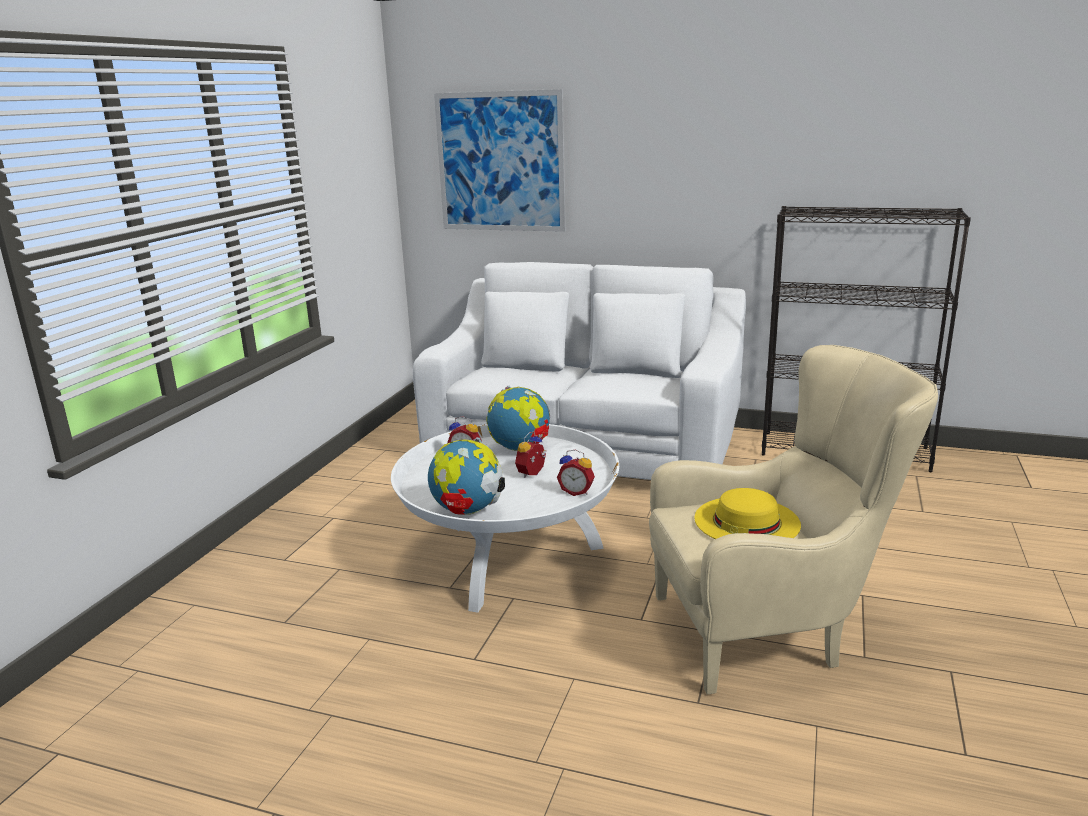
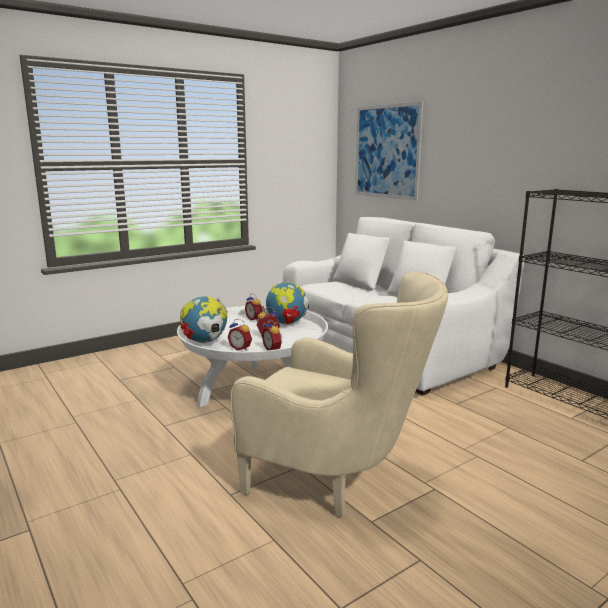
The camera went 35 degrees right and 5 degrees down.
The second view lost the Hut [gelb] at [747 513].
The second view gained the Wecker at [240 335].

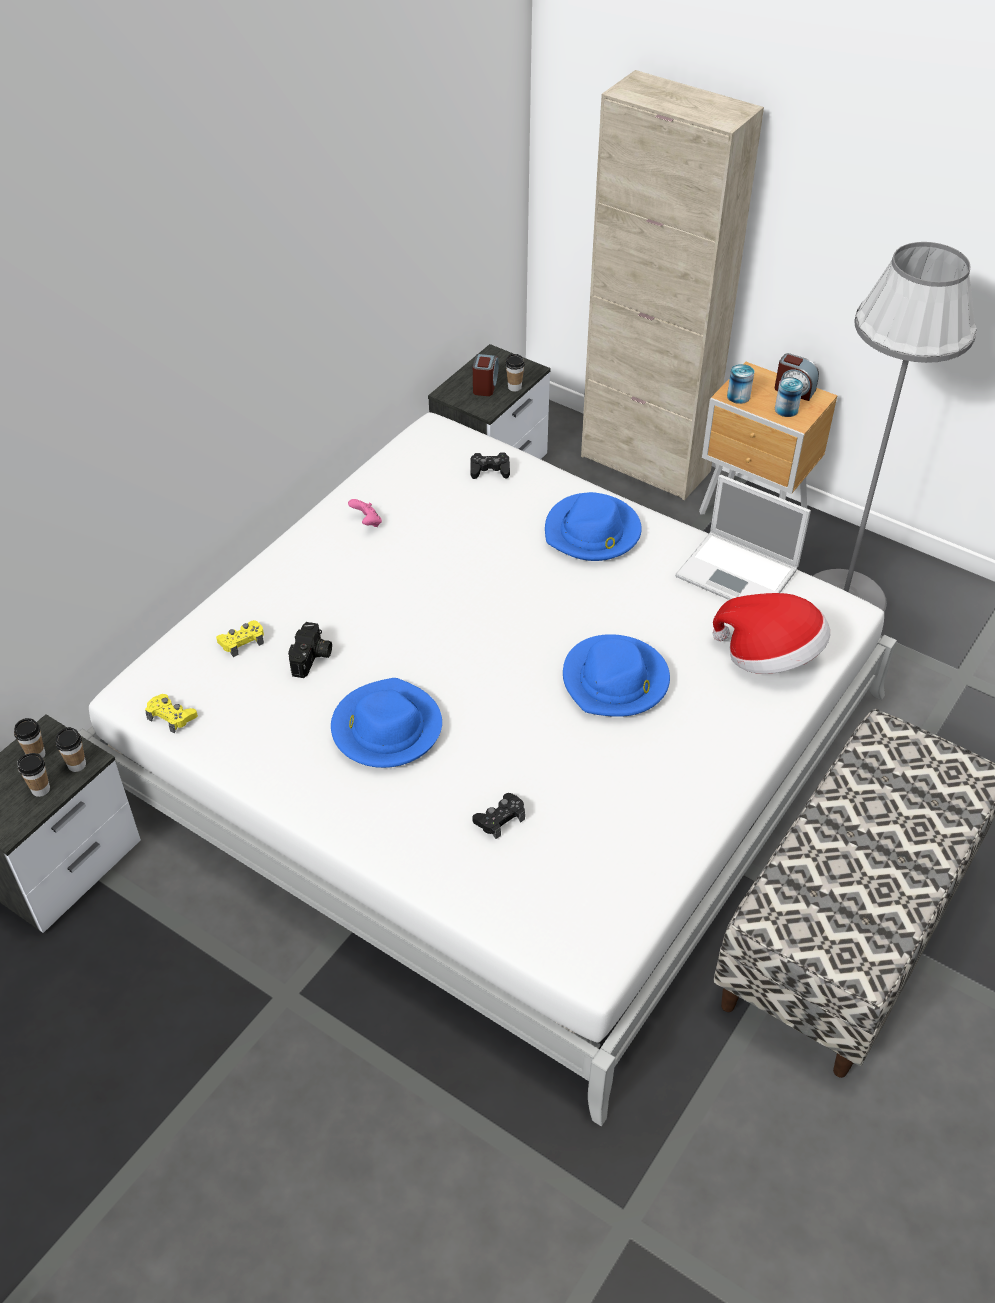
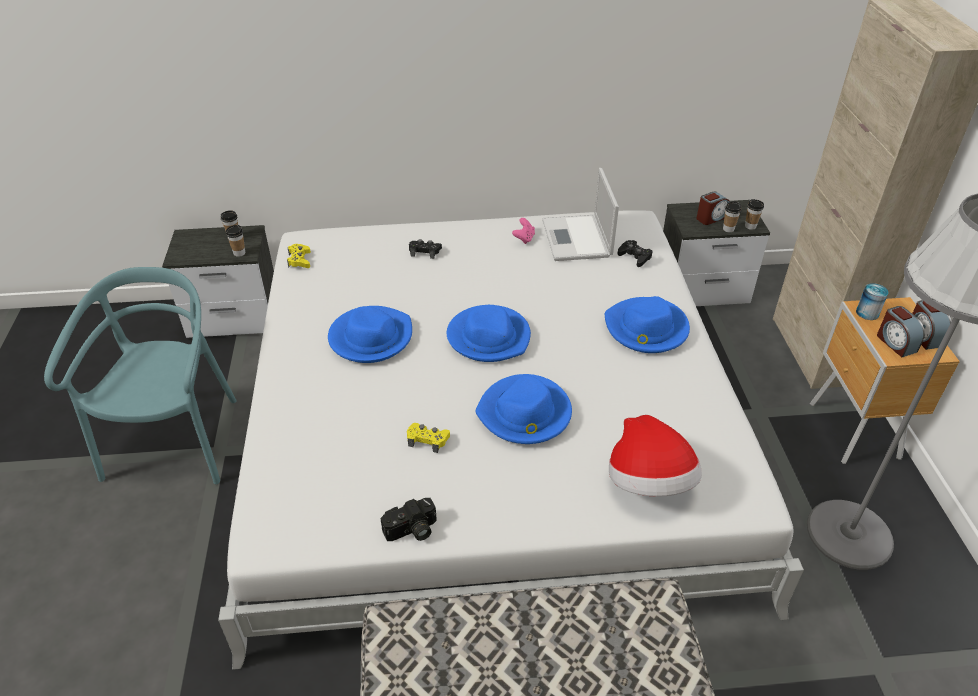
The camera went 50 degrees right and 5 degrees down.
The Tasse ended up elsewhere, having gone from [33 775] to [754 214].
The Gamepad [gelb] ended up elsewhere, having gone from [240 638] to [428 438].
The Kamera ended up elsewhere, having gone from [310 650] to [409 519].
The Gamepad [schwarz] ended up elsewhere, having gone from [498 816] to [425 249].
The Laptop ended up elsewhere, having gone from [743 537] to [580 214].
Where the Dose stood at [789 397], the Wecker came to stand at [901 331].
The second view gained the Stuhl [türkis] at [140 375].
The second view gained the Hut [blau] at [489 333].

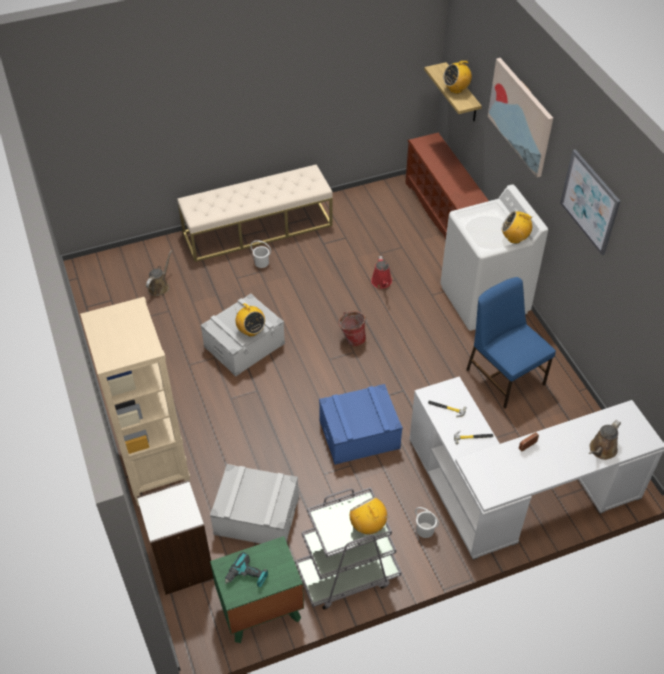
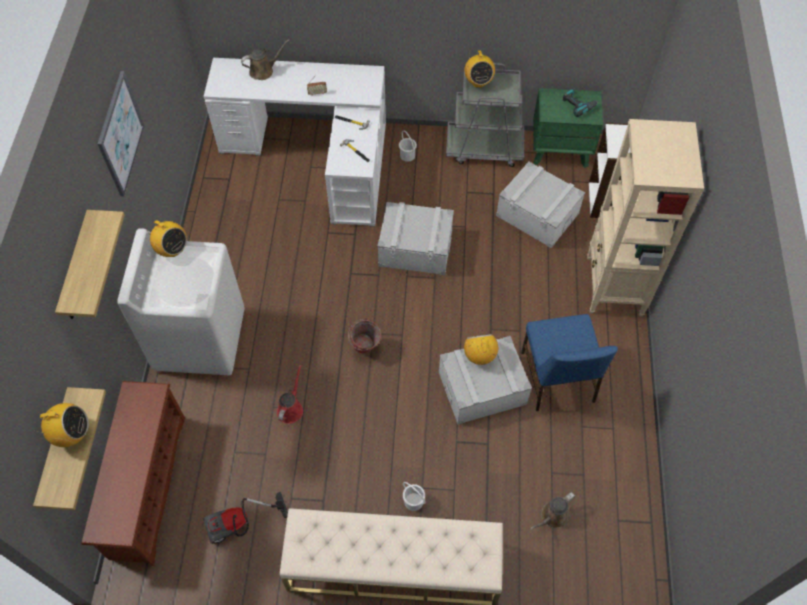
The camera went 155 degrees left and 10 degrees up.
What was the Aufbewahrungsbox [blau] at [361 424] turned into the Aufbewahrungsbox [grau] at [415 238].
The Stuhl [blau] ended up elsewhere, having gone from [511 343] to [569 362].
Where the Bild hung at [520 117], the Wandregal came to hang at [89 264].
The second view gained the Staubsauger at [245 517].

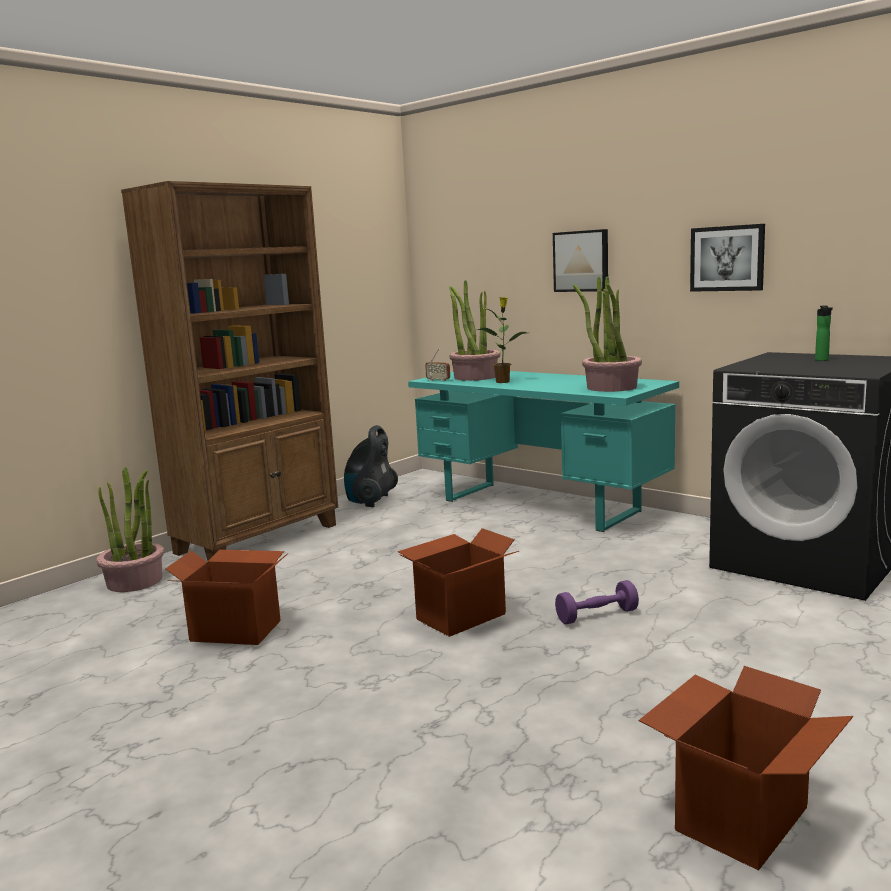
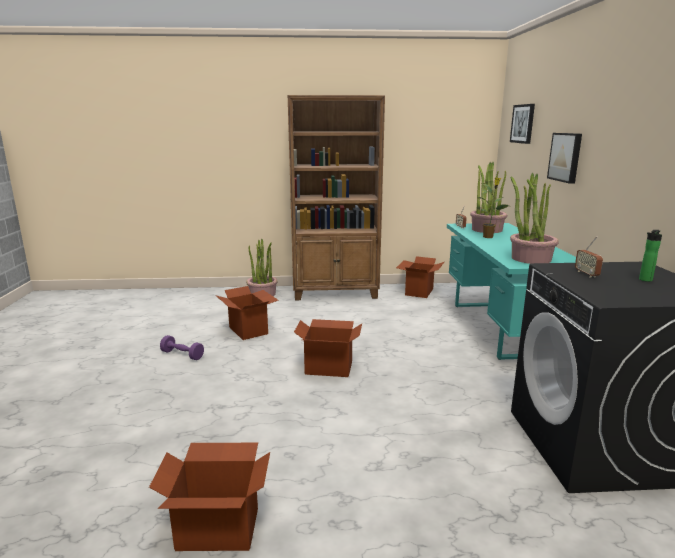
The camera went 45 degrees right and 5 degrees up.
Where the Staubsauger stood at [371 466], the Karton came to stand at [420 277].
The Hantel [lila] ended up elsewhere, having gone from [597 602] to [182 347].
The Bild ended up elsewhere, having gone from [727 258] to [522 124].
The second view gained the Radio at [589 257].

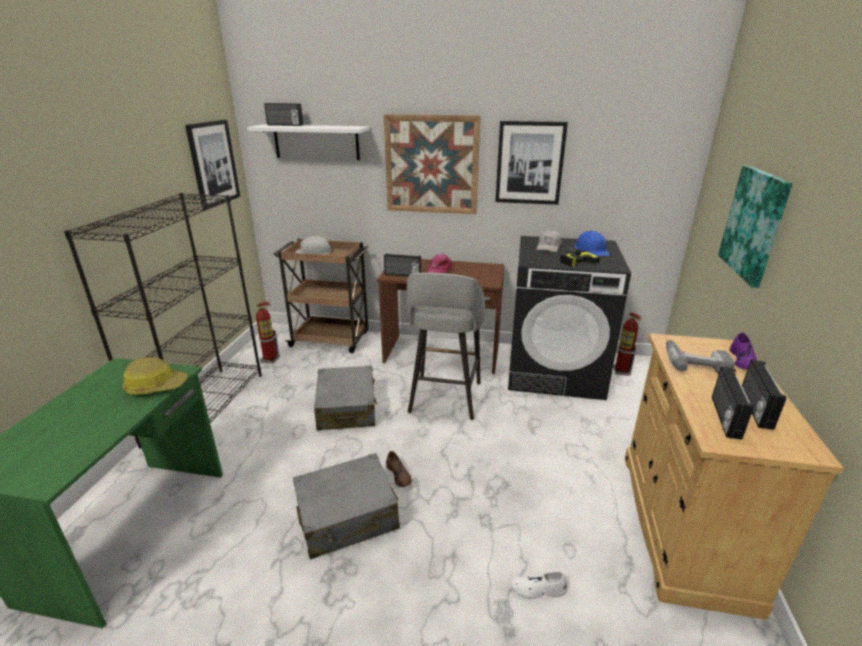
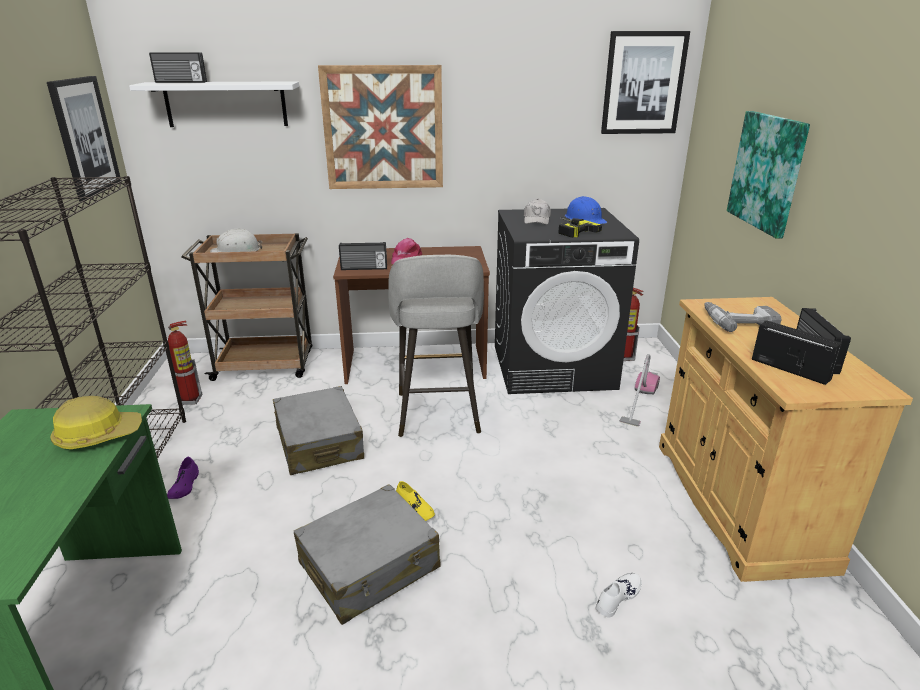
The camera went 15 degrees left and 0 degrees up.
What was the Schuh [braun] at [399 469] turned into the Schuh [gelb] at [415 501].
The Bild ended up elsewhere, having gone from [531 163] to [645 82].
The Schuh [weiß] at [538 585] ended up facing another way, 150 degrees clockwise from before.
The Radio at [733 403] ended up facing another way, 135 degrees clockwise from before.
The Schuh [lila] ended up elsewhere, having gone from [743 350] to [183 478].
The second view gained the Staubsauger at [640 390].

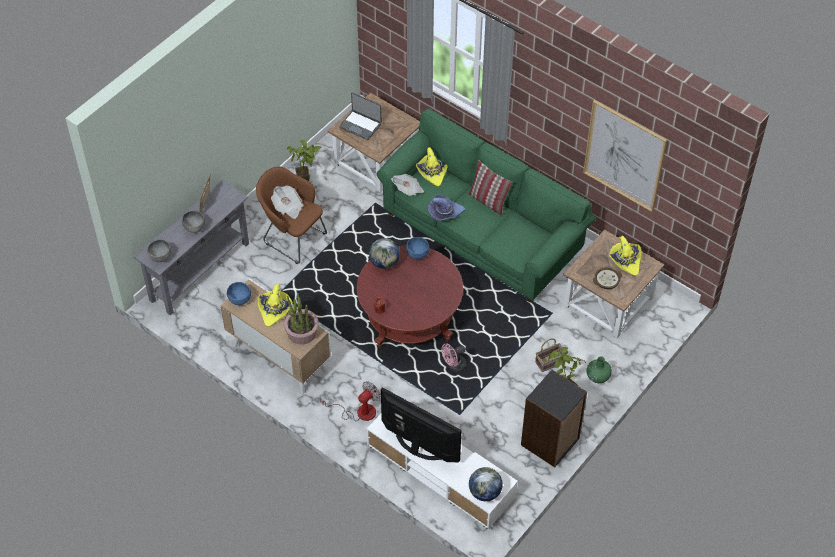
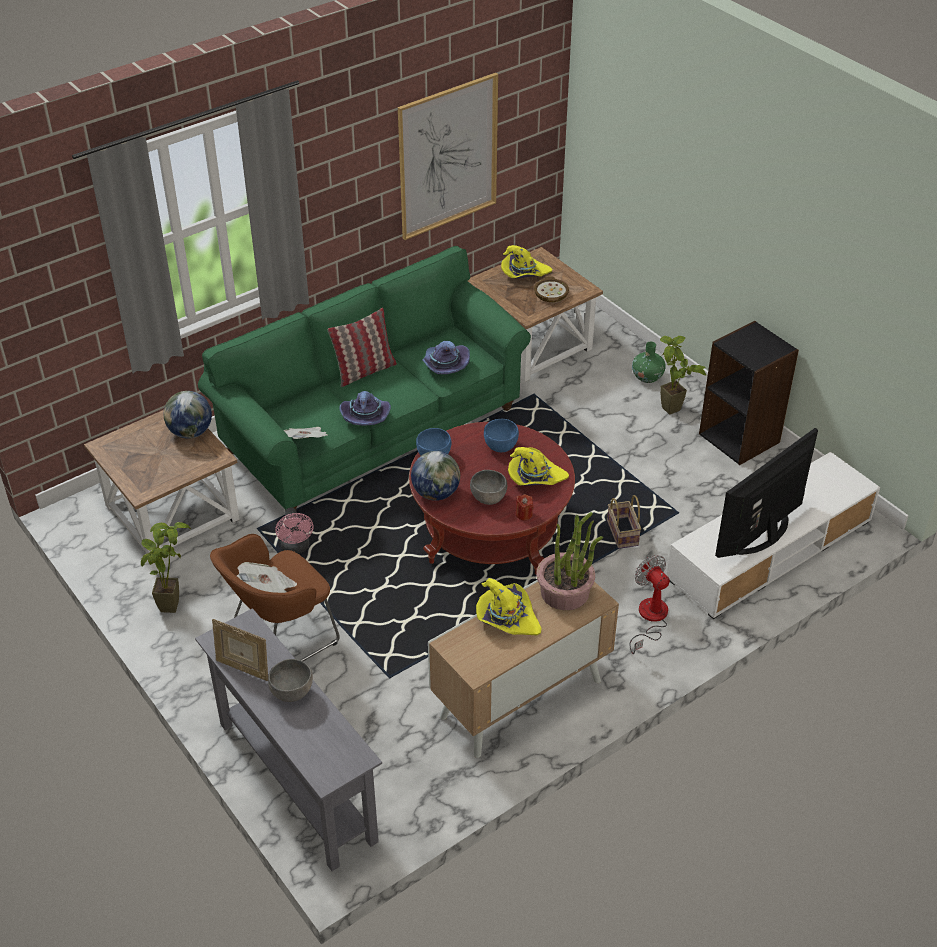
The camera went 75 degrees left and 10 degrees down.
The Schüssel [grau] ended up elsewhere, having gone from [159 250] to [488 487].
The Schüssel [blau] ended up elsewhere, having gone from [239 293] to [501 435].
The second view lost the Laptop at [360 116].
The Hut [gelb] ended up elsewhere, having gone from [432 167] to [538 466].
The Ventilator [rosa] ended up elsewhere, having gone from [454 358] to [294 530].
The Globus ended up elsewhere, having gone from [486 484] to [187 415].
The Korb ended up elsewhere, having gone from [549 355] to [624 522].
The second view gained the Hut [lila] at [446 357].

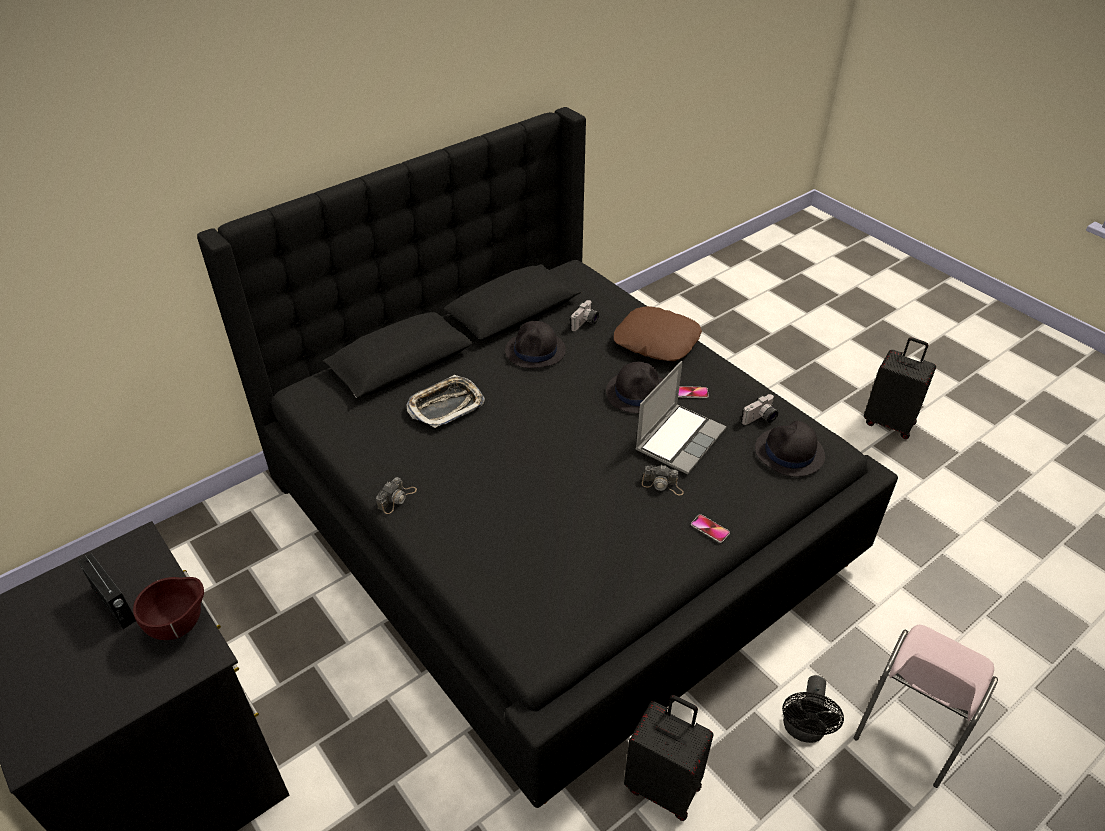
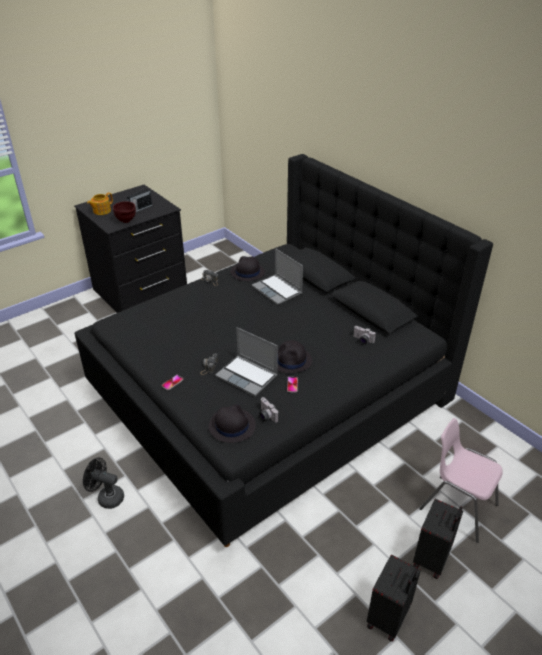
The camera went 90 degrees right and 5 degrees down.
Where the Tablett stood at [446 401], the Laptop came to stand at [277 276].
The Hut [schwarz] ended up elsewhere, having gone from [535 344] to [247 268].
The second view lost the Kissen [braun] at [658 333].
The Koffer [schwarz] ended up elsewhere, having gone from [669 758] to [438 539].
The Stuhl [rosa] ended up elsewhere, having gone from [926 706] to [461 480].
The second view gained the Teekanne at [100 203].

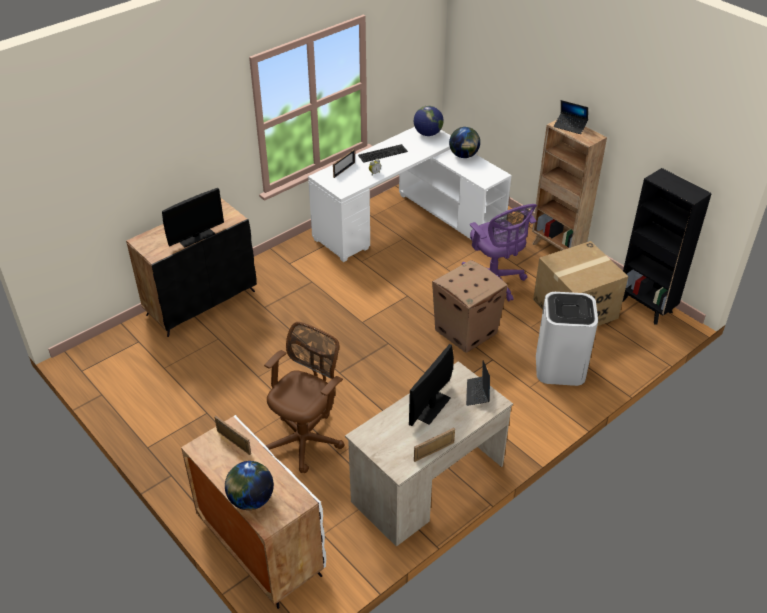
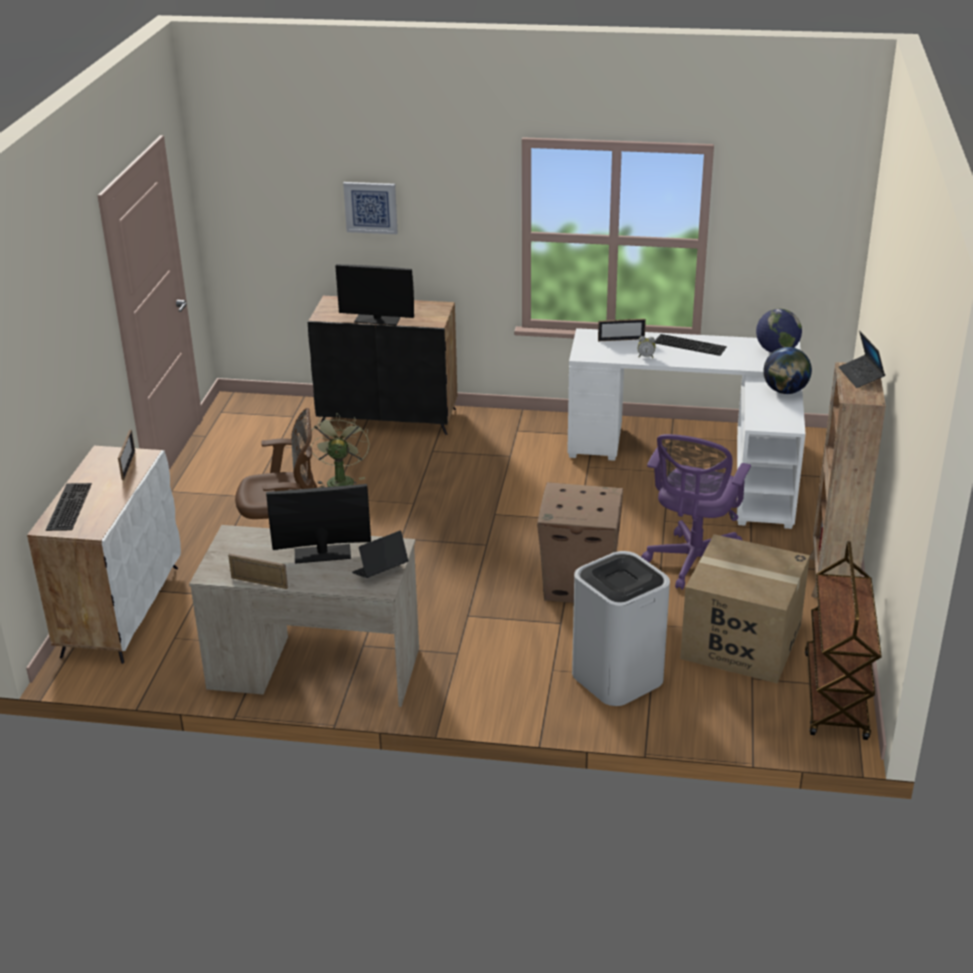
The camera went 50 degrees right and 10 degrees down.
Where the Globus stood at [249 485], the Tastatur came to stand at [69 507].
Where the Bücherregal [schwarz] stood at [667 246], the Rollwagen [braun] came to stand at [843 640].
The second view gained the Ventilator [grün] at [340 450].
The second view gained the Bild at [370 208].

